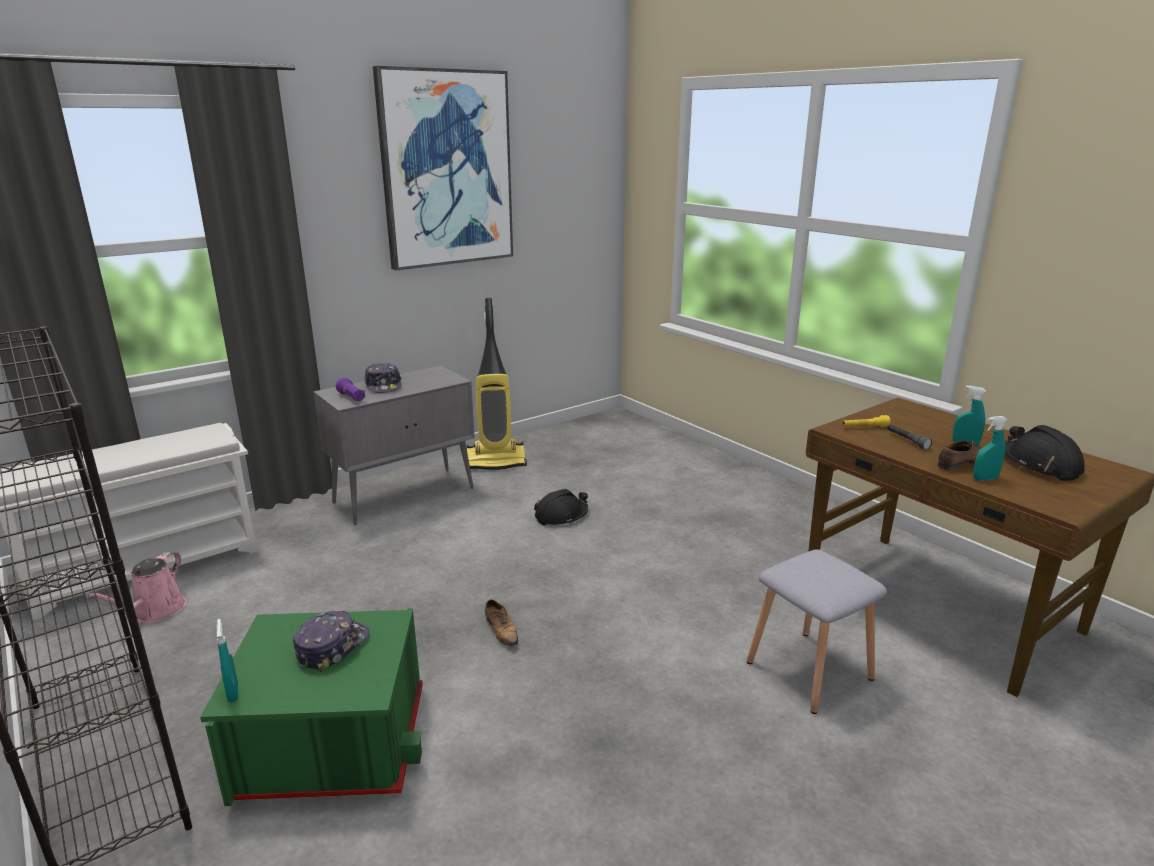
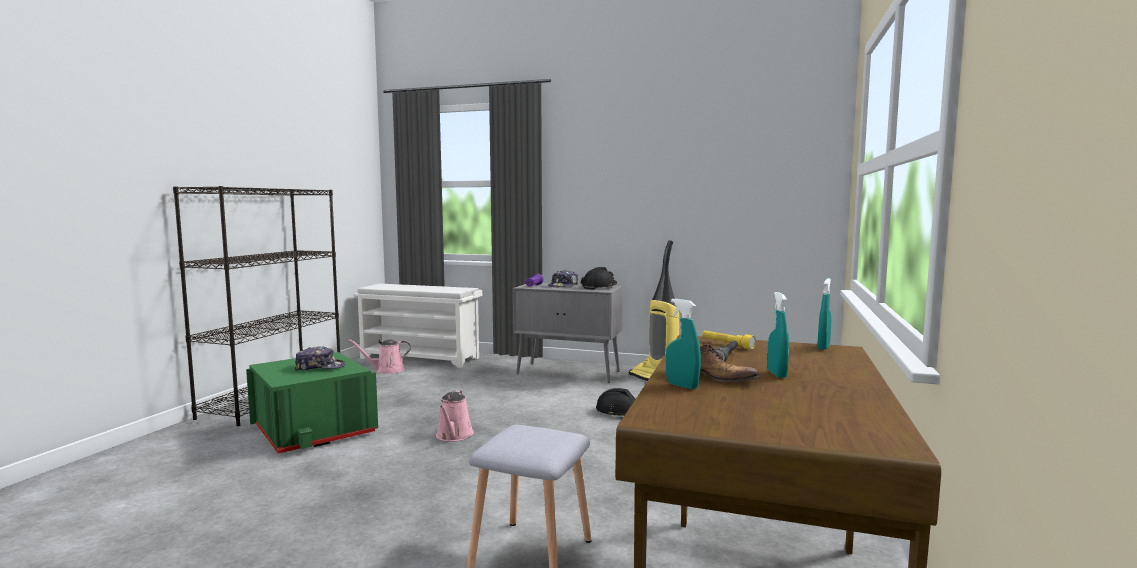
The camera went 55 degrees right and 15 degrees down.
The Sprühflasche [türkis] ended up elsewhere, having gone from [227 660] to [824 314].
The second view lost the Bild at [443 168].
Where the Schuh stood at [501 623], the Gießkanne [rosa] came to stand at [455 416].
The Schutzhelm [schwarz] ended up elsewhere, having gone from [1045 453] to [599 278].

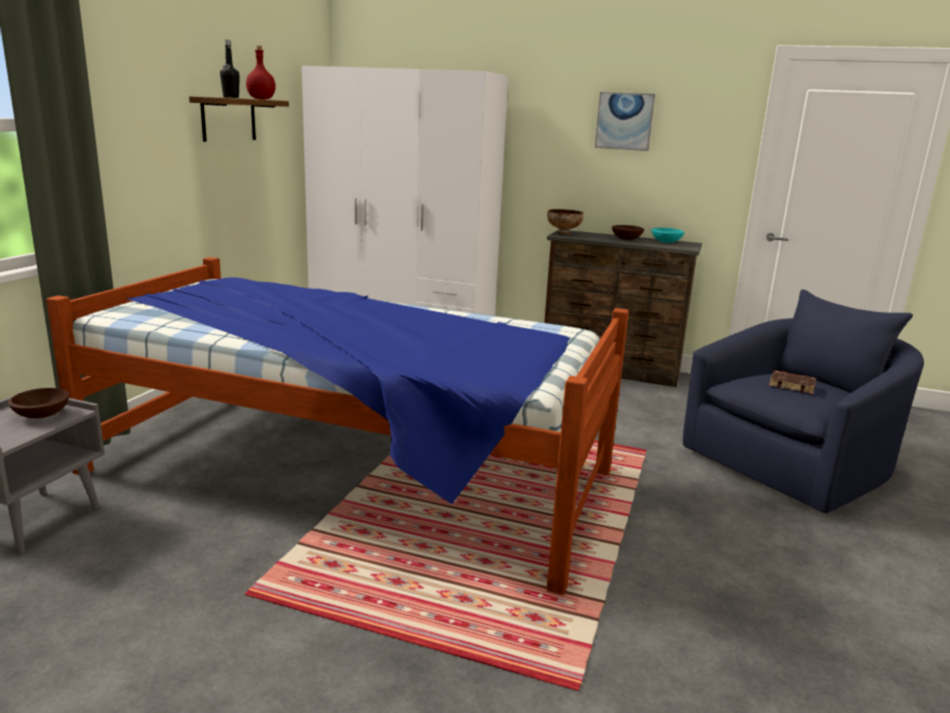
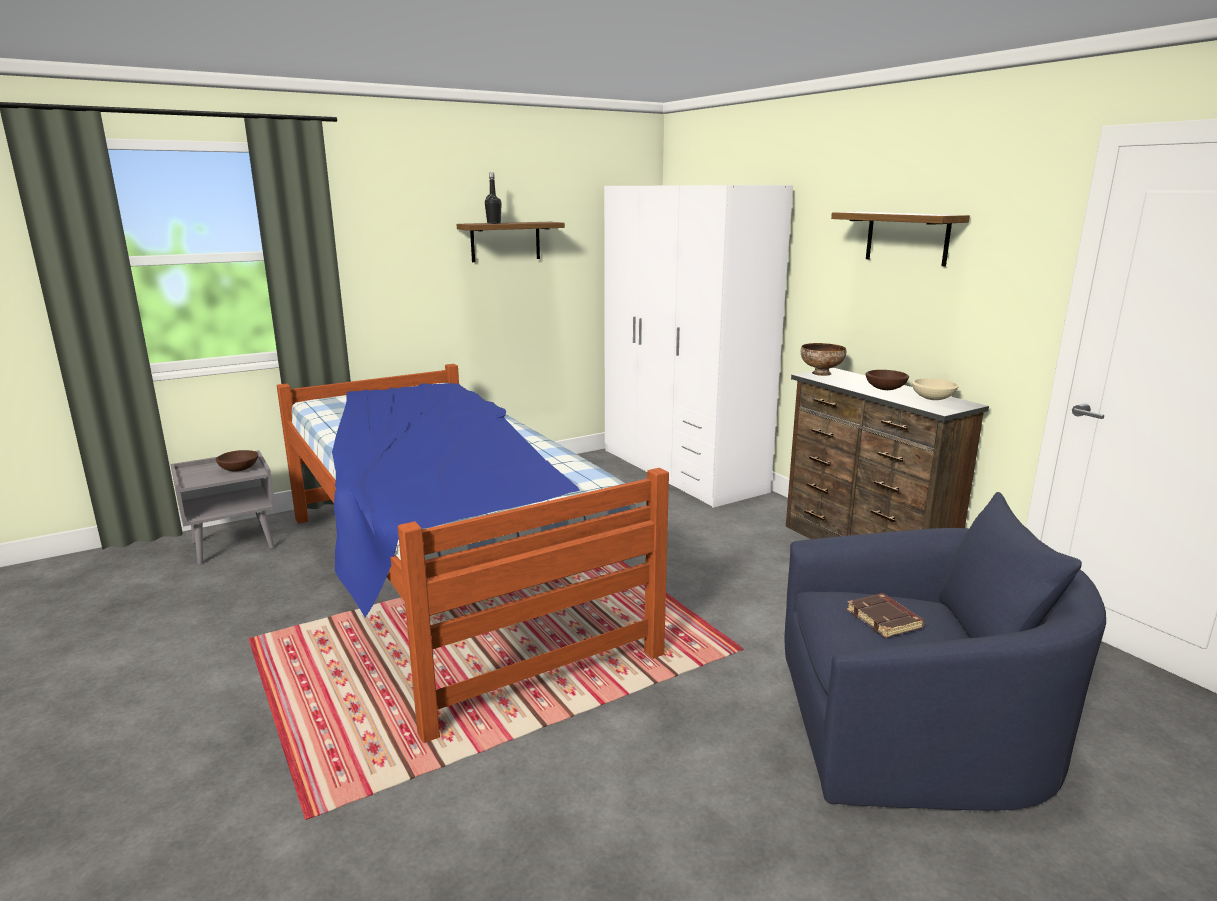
The camera went 40 degrees right and 0 degrees up.
The second view lost the Flasche [rot] at [261 72].
Where the Bild hung at [625 121], the Wandregal came to hang at [900 239].
What was the Schüssel [türkis] at [668 235] turned into the Schüssel [beige] at [935 389].

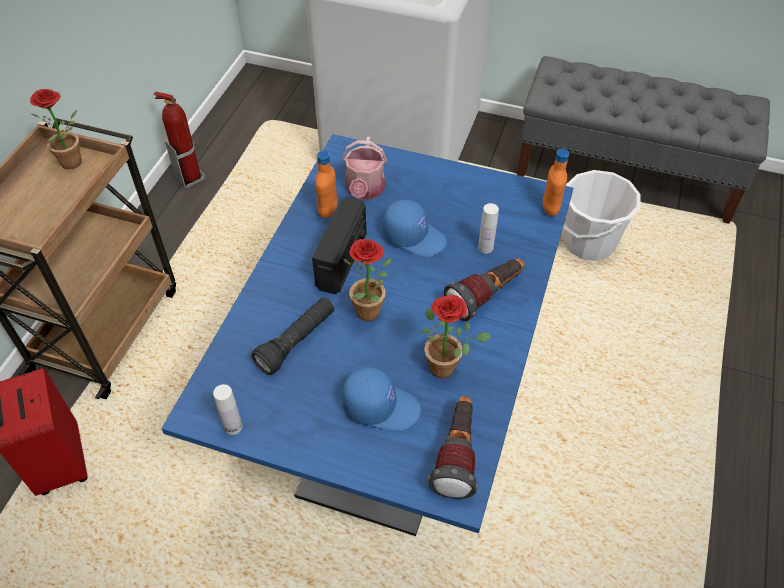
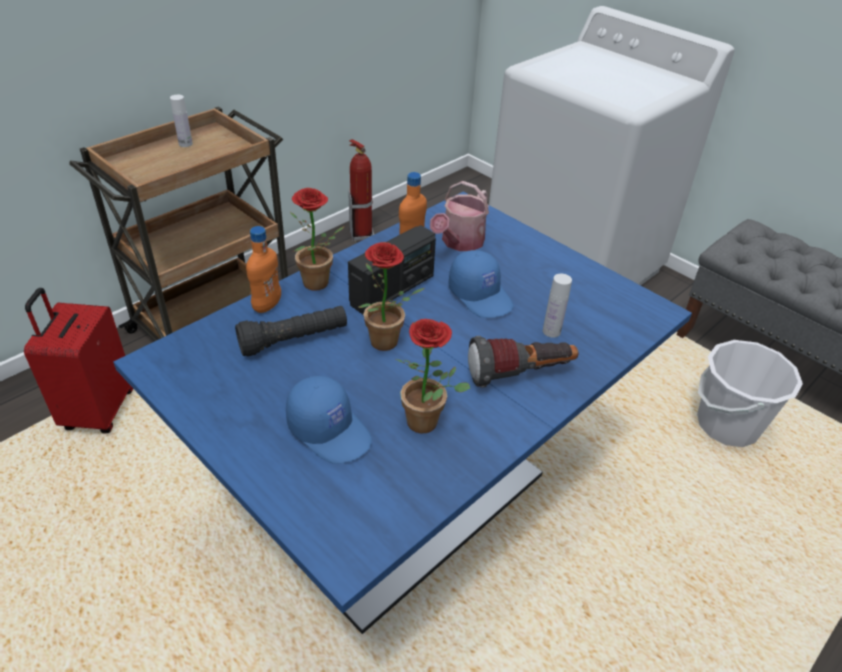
The camera went 25 degrees right and 10 degrees down.
The Topfpflanze ended up elsewhere, having gone from [56 129] to [317 239].
The Flasche [weiß] ended up elsewhere, having gone from [227 409] to [181 121].
The second view lost the Taschenlampe at [453 447].
The Flasche [orange] ended up elsewhere, having gone from [556 182] to [263 269].

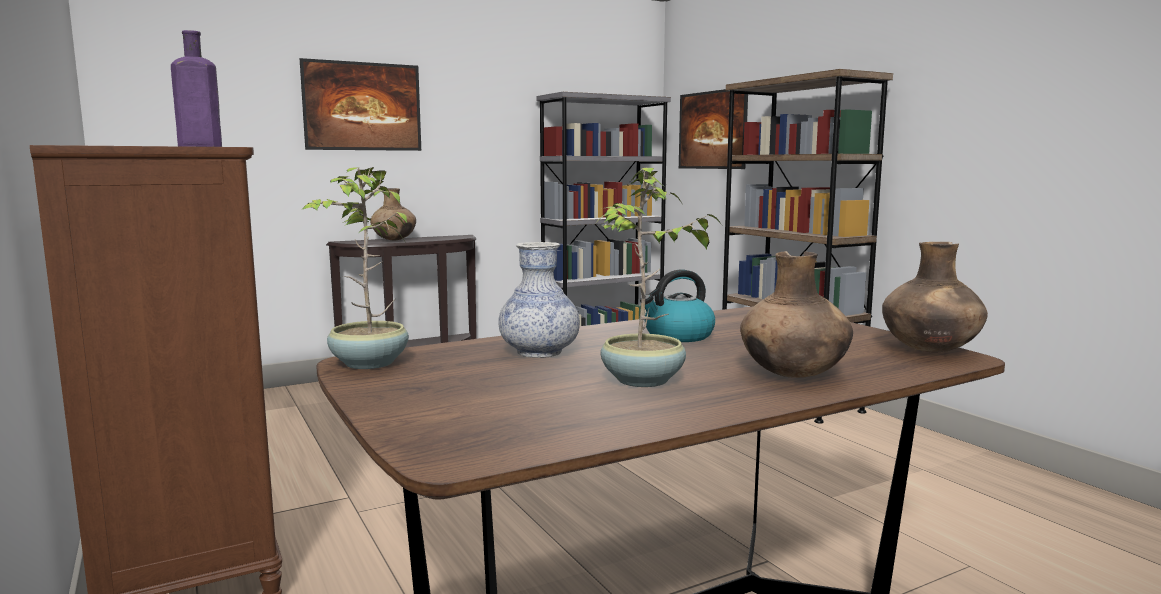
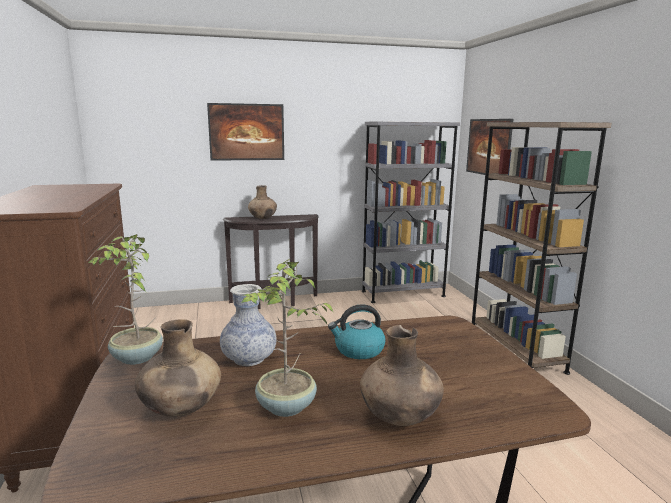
The camera went 15 degrees right and 5 degrees up.
The second view lost the Flasche [lila] at [196 88].
The Vase [braun] ended up elsewhere, having gone from [935 297] to [178 368].

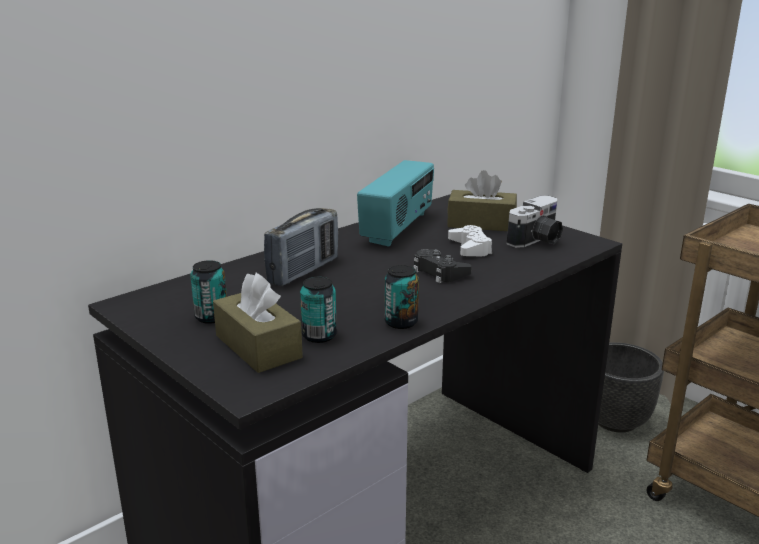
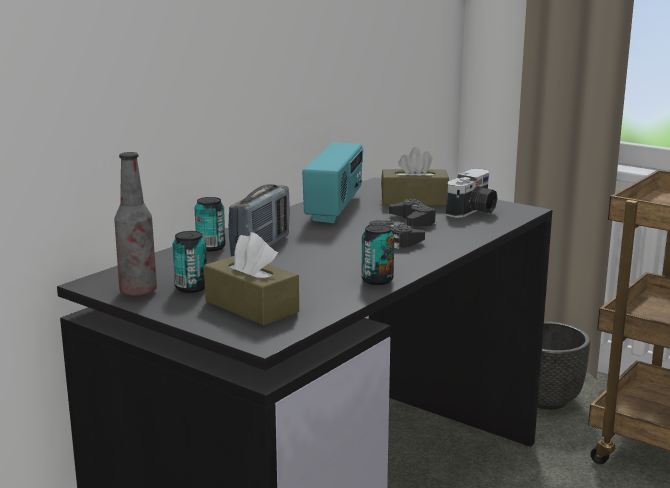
The camera went 10 degrees left and 5 degrees down.
The Dose ended up elsewhere, having gone from [318 310] to [210 224].
What was the Gamepad [weiß] at [470 240] turned into the Gamepad [schwarz] at [412 212].
The second view gained the Flasche at [135 224].

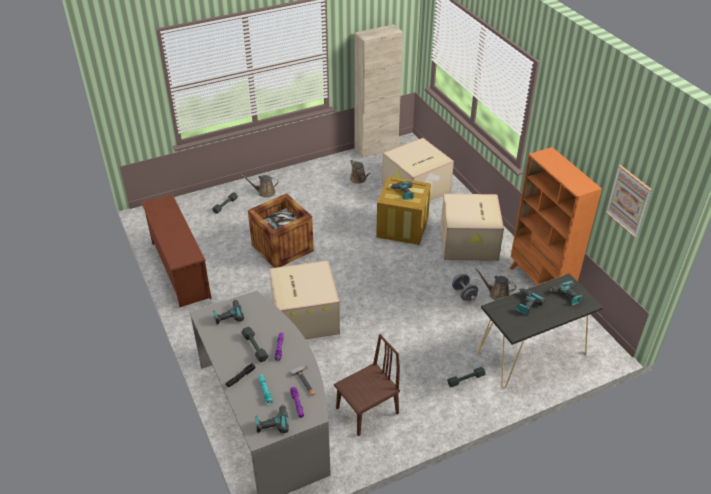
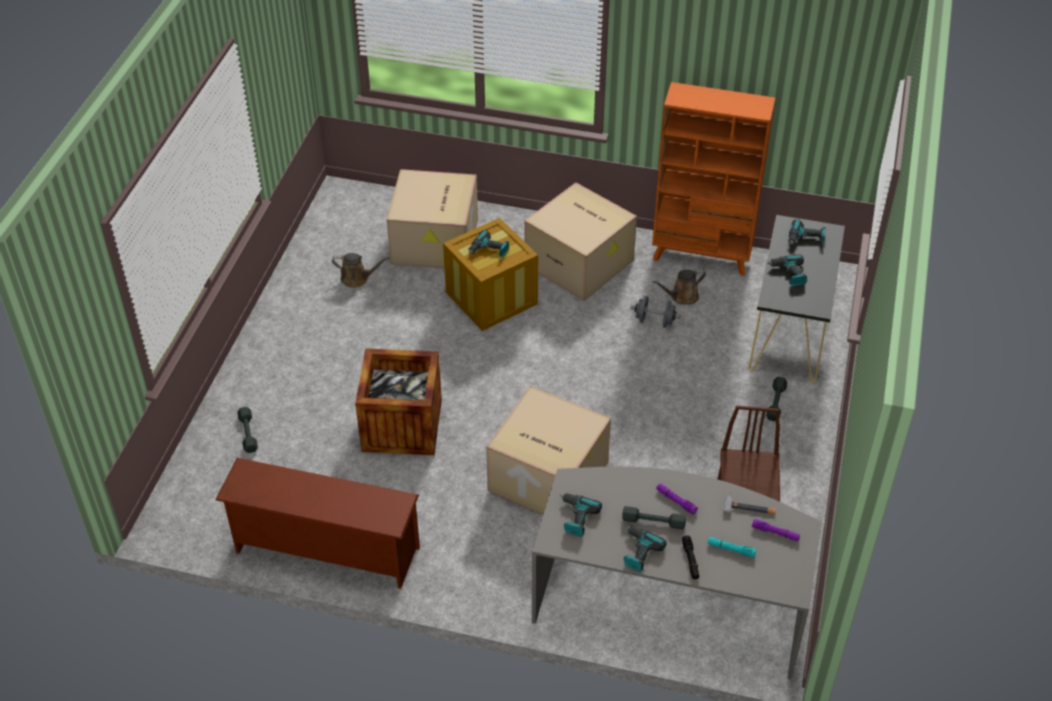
The camera went 50 degrees left and 5 degrees up.
The second view lost the Gießkanne [braun] at [260 186].
The Bohrmaschine ended up elsewhere, having gone from [272 418] to [645 548].
The second view lost the Schrank [beige] at [379 91].
The second view lost the Bild at [628 201].

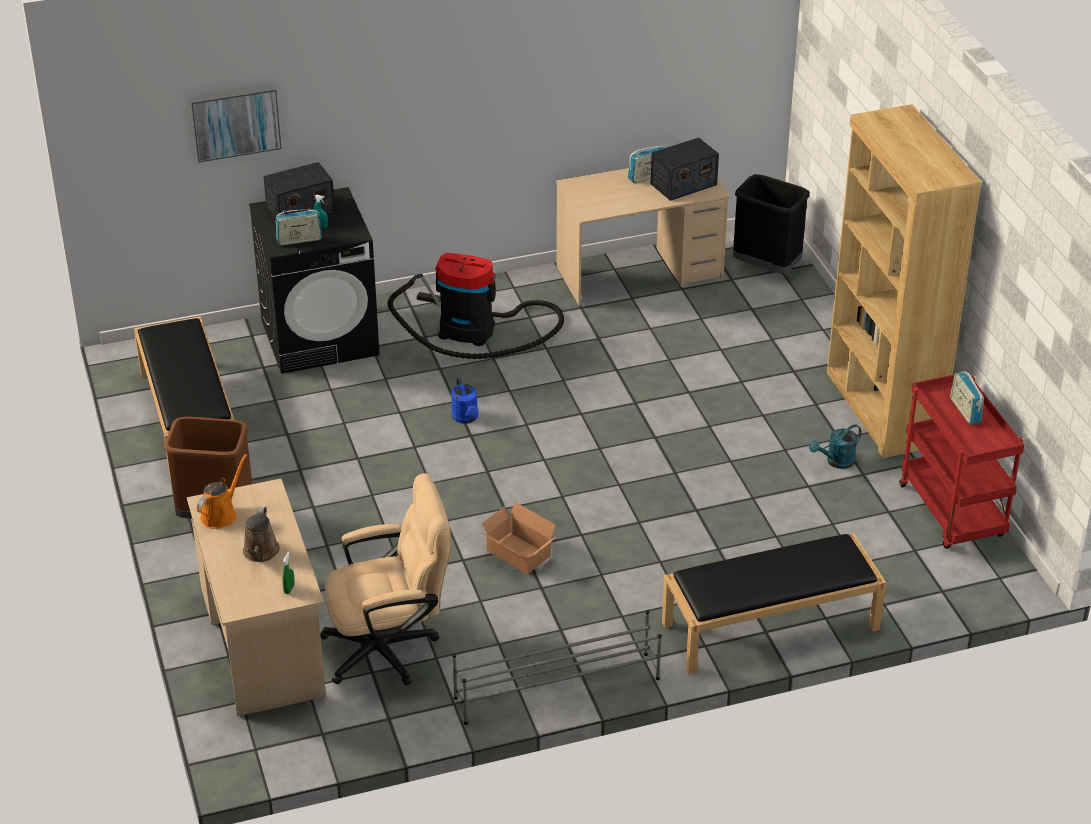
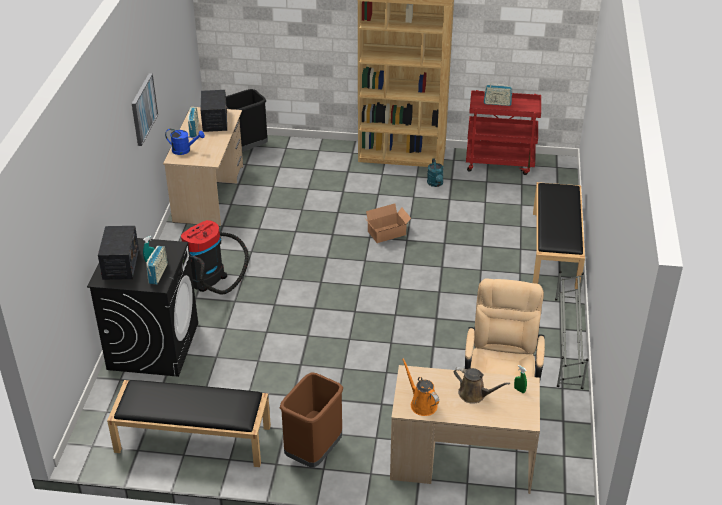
The camera went 65 degrees left and 0 degrees up.
The Bild ended up elsewhere, having gone from [236 125] to [145 109].
The Gießkanne [blau] ended up elsewhere, having gone from [465 400] to [185 142].
The Karton ended up elsewhere, having gone from [518 538] to [387 223].

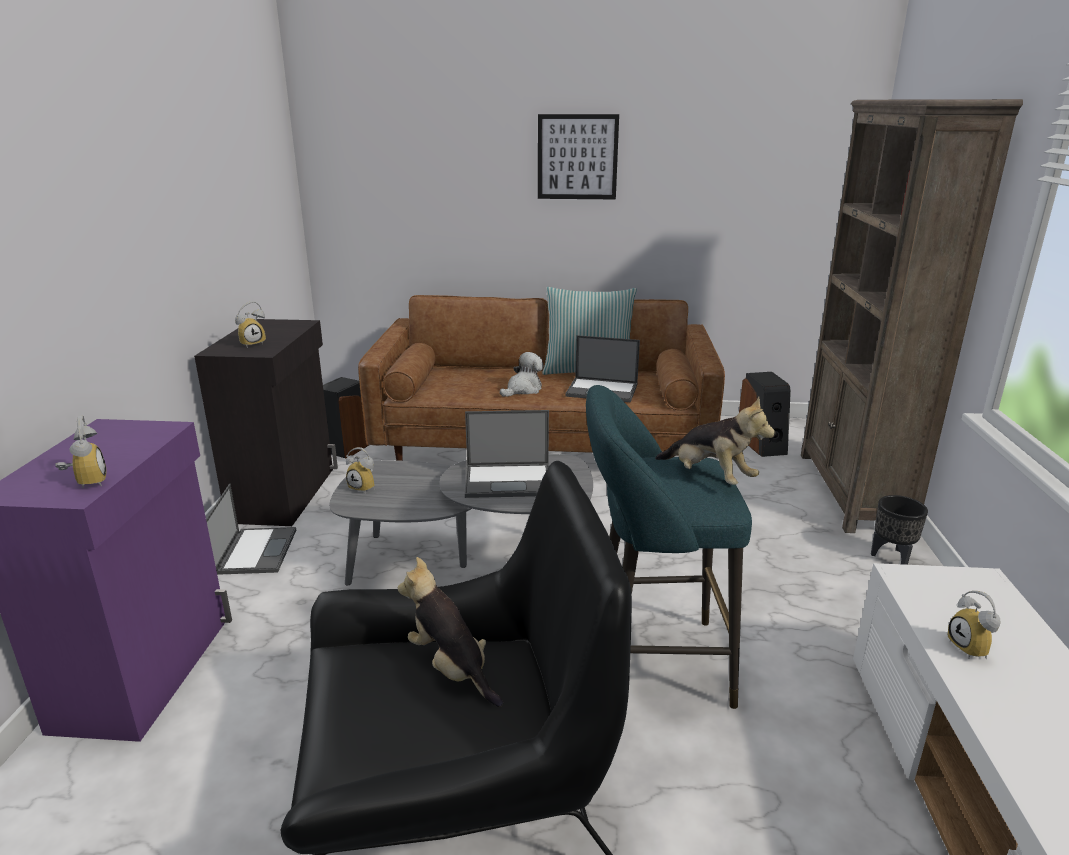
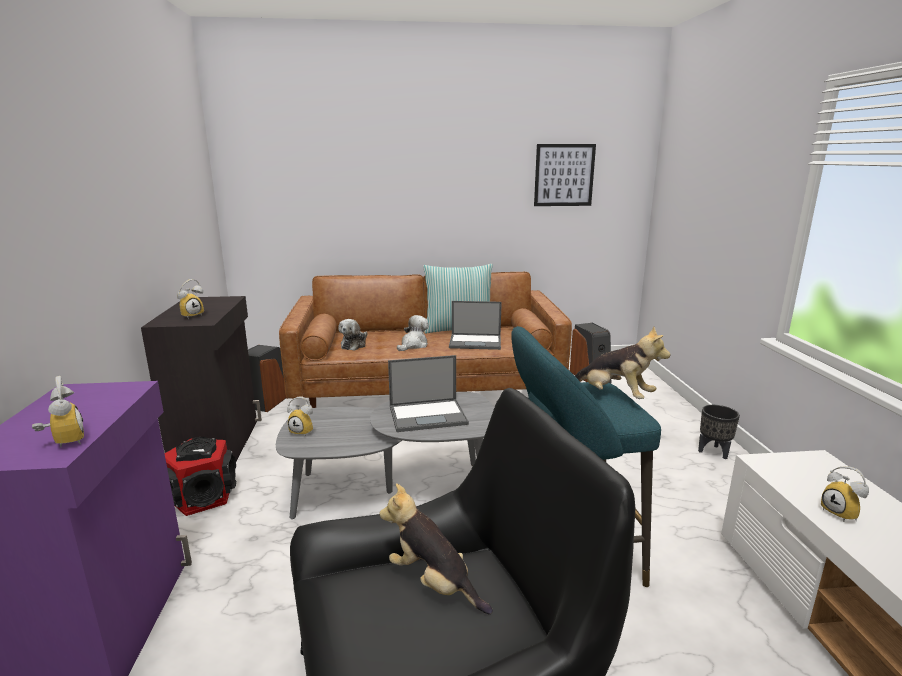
The camera went 10 degrees left and 5 degrees down.
Where the Laptop stood at [251 529], the Lautsprecher came to stand at [200 476].
The Bild ended up elsewhere, having gone from [578 156] to [565 175].
The second view lost the Bücherregal [braun] at [912 316].
The second view gained the Plüschtier at [352 335].

